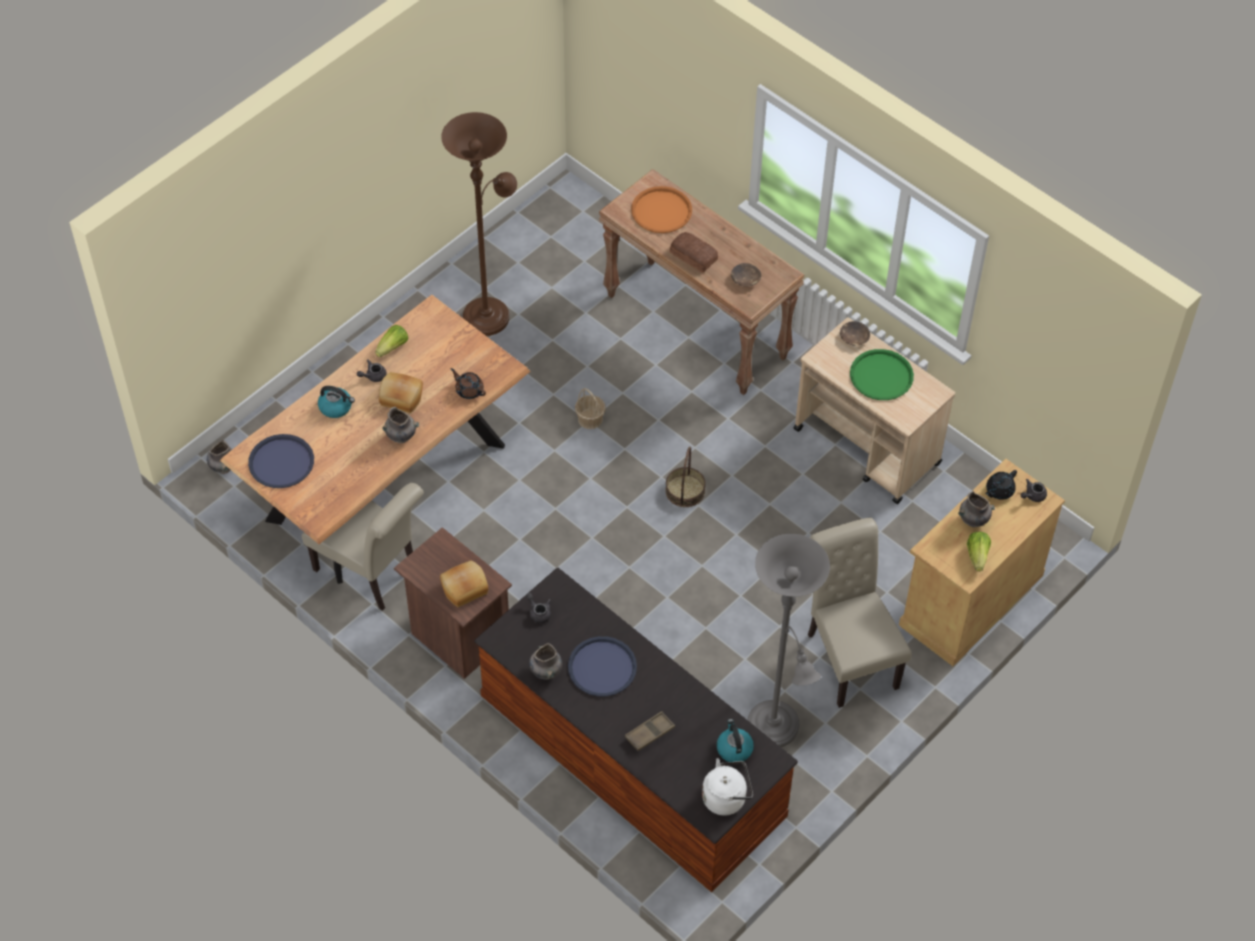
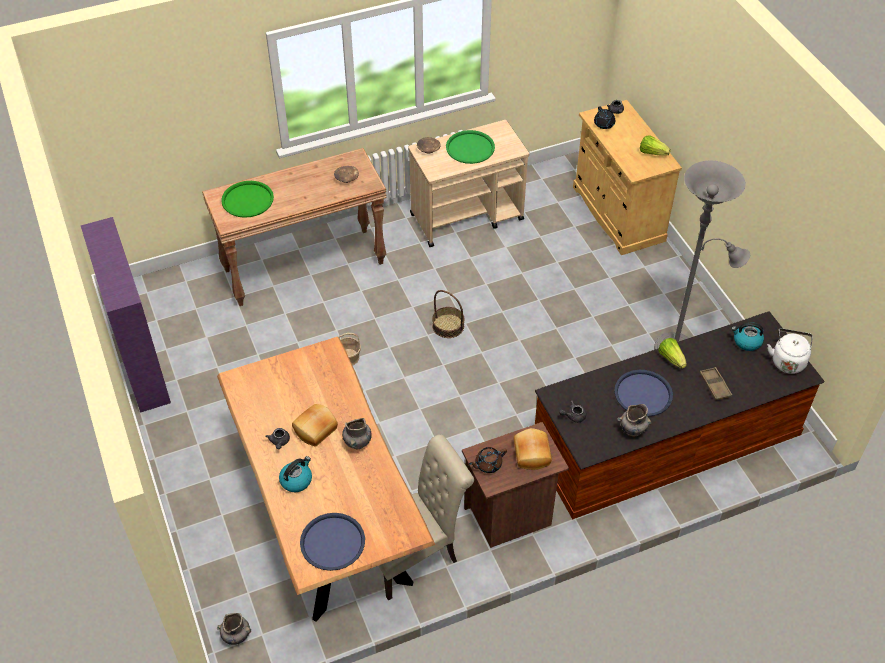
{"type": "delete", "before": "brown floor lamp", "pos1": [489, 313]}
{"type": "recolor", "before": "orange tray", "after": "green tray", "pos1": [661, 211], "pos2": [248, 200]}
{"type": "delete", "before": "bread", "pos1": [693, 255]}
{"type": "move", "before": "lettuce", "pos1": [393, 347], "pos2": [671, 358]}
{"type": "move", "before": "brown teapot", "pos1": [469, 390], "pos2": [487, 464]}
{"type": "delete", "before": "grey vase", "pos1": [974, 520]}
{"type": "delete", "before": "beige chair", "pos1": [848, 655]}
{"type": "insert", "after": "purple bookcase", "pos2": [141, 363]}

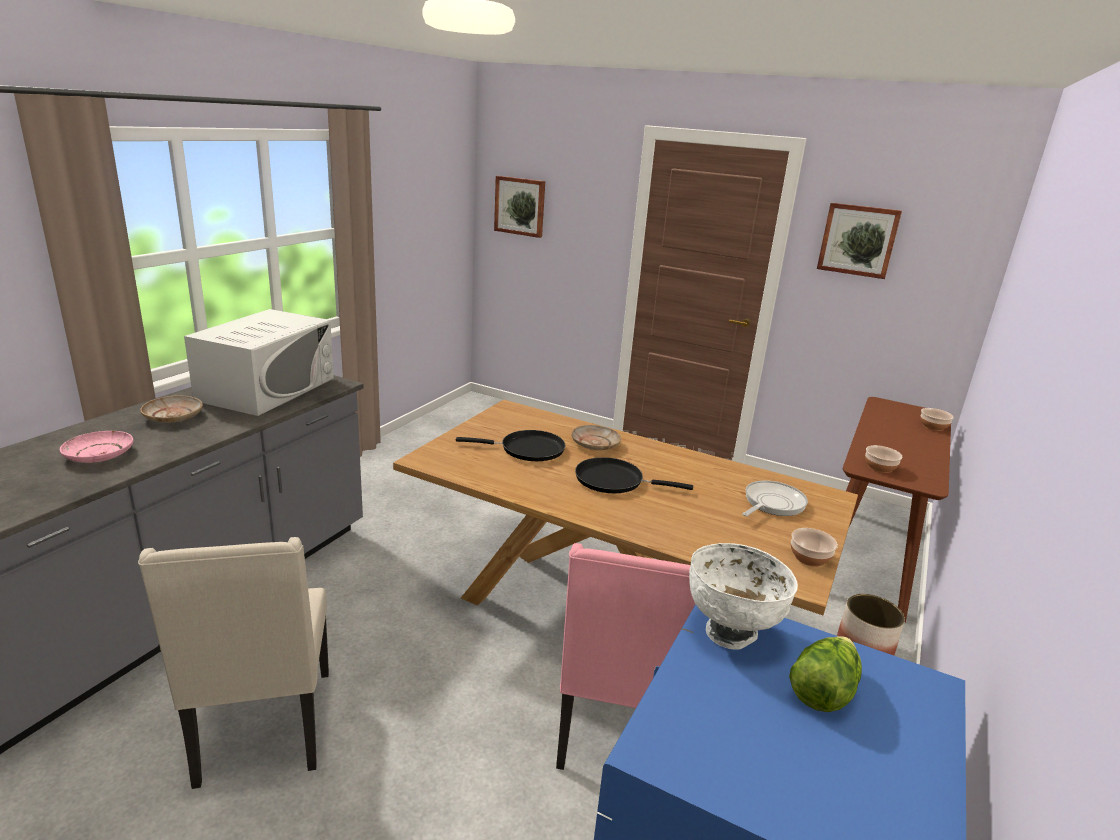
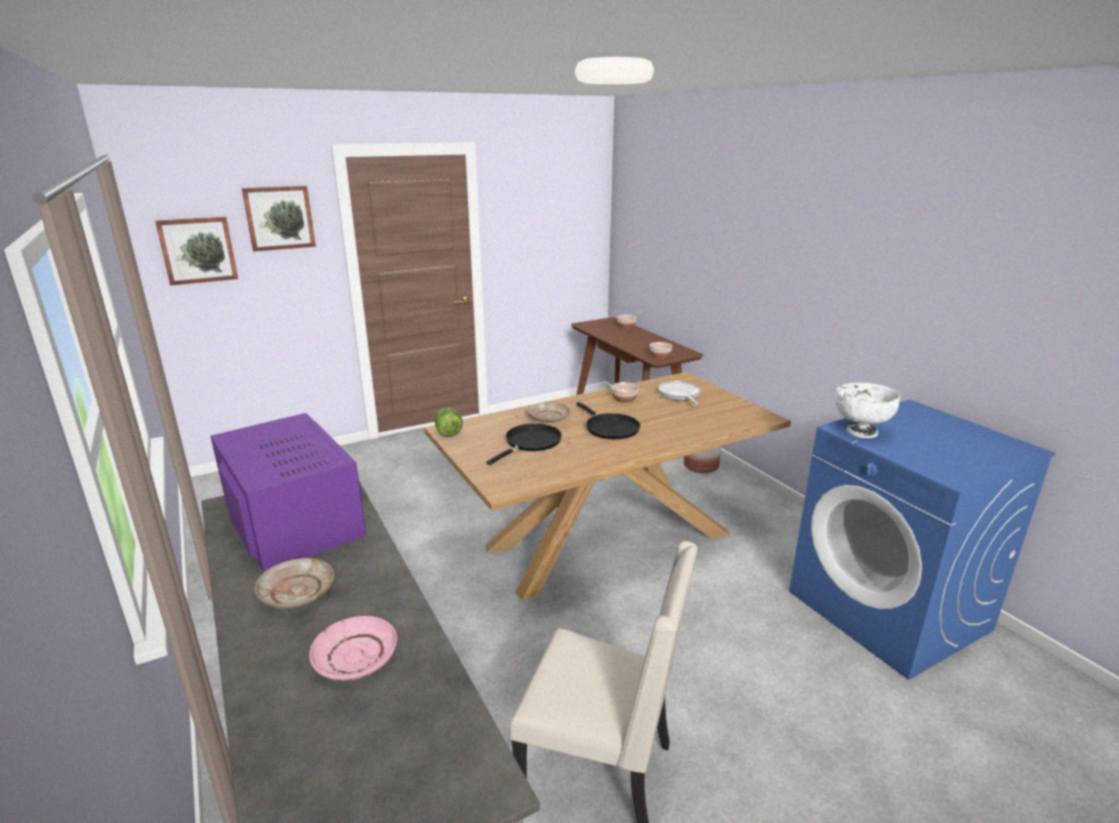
{"type": "move", "before": "picture", "pos1": [858, 240], "pos2": [279, 218]}
{"type": "recolor", "before": "white microwave", "after": "purple microwave", "pos1": [267, 389], "pos2": [293, 519]}
{"type": "rotate", "before": "black frying pan", "pos1": [614, 480], "pos2": [610, 428], "turn": -75}
{"type": "move", "before": "bowl", "pos1": [809, 557], "pos2": [624, 399]}
{"type": "delete", "before": "pink chair", "pos1": [617, 732]}
{"type": "move", "before": "lettuce", "pos1": [822, 689], "pos2": [447, 431]}

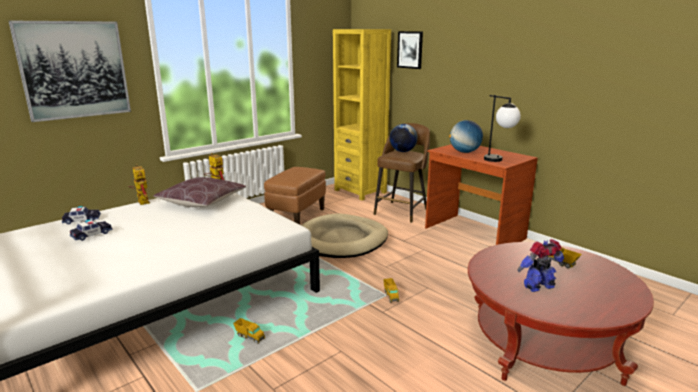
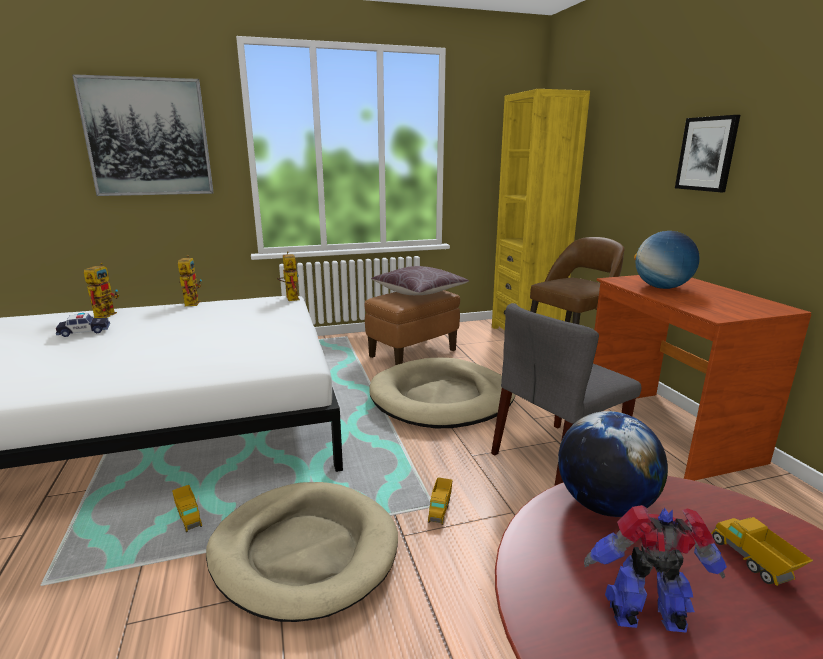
{"type": "move", "before": "picture", "pos1": [410, 50], "pos2": [707, 154]}
{"type": "delete", "before": "table lamp", "pos1": [498, 161]}
{"type": "move", "before": "globe", "pos1": [402, 151], "pos2": [604, 505]}
{"type": "move", "before": "brown pillow", "pos1": [202, 202], "pos2": [419, 292]}
{"type": "replace", "before": "toy car", "after": "toy robot", "pos1": [82, 220], "pos2": [106, 314]}
{"type": "insert", "after": "grey chair", "pos2": [556, 458]}
{"type": "insert", "after": "beige dog bed", "pos2": [304, 551]}

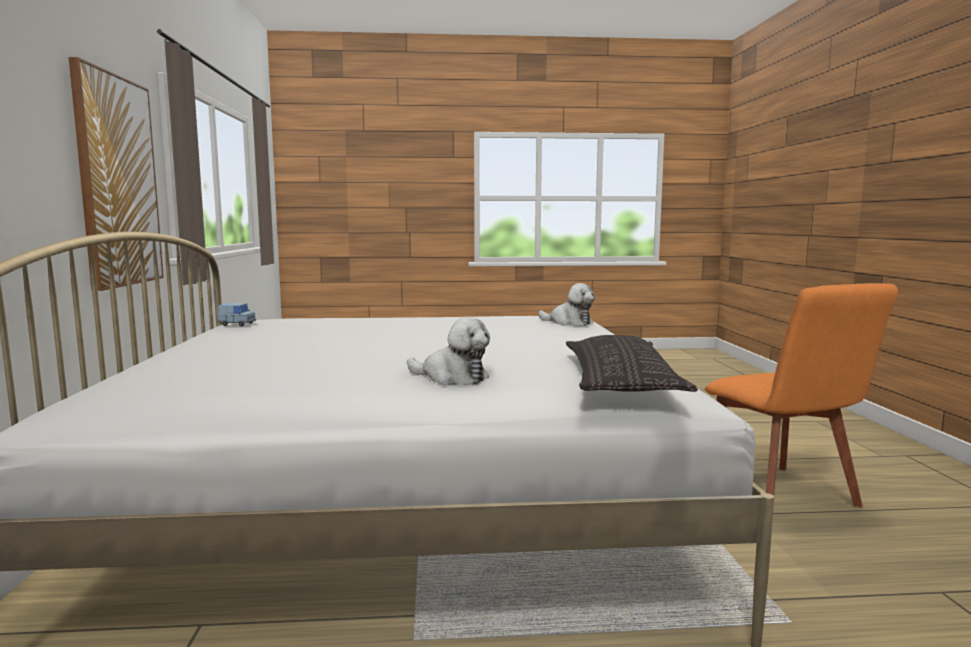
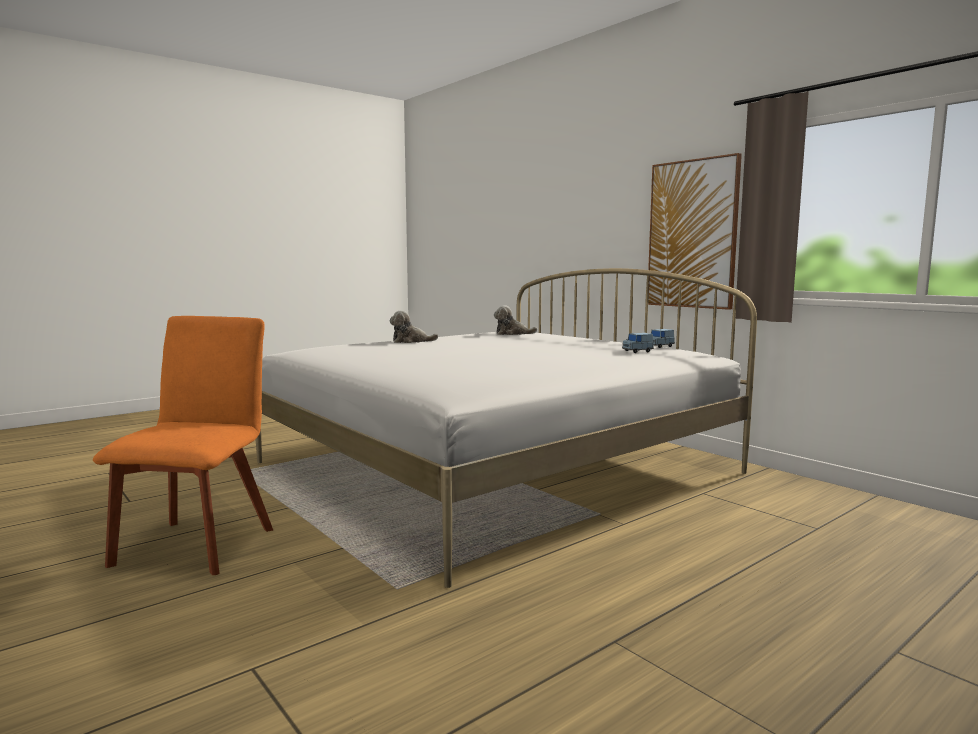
{"type": "move", "before": "plush toy", "pos1": [569, 323], "pos2": [512, 334]}
{"type": "rotate", "before": "orange chair", "pos1": [783, 496], "pos2": [198, 543], "turn": 60}
{"type": "delete", "before": "pillow", "pos1": [620, 380]}
{"type": "insert", "after": "blue toy car", "pos2": [637, 351]}

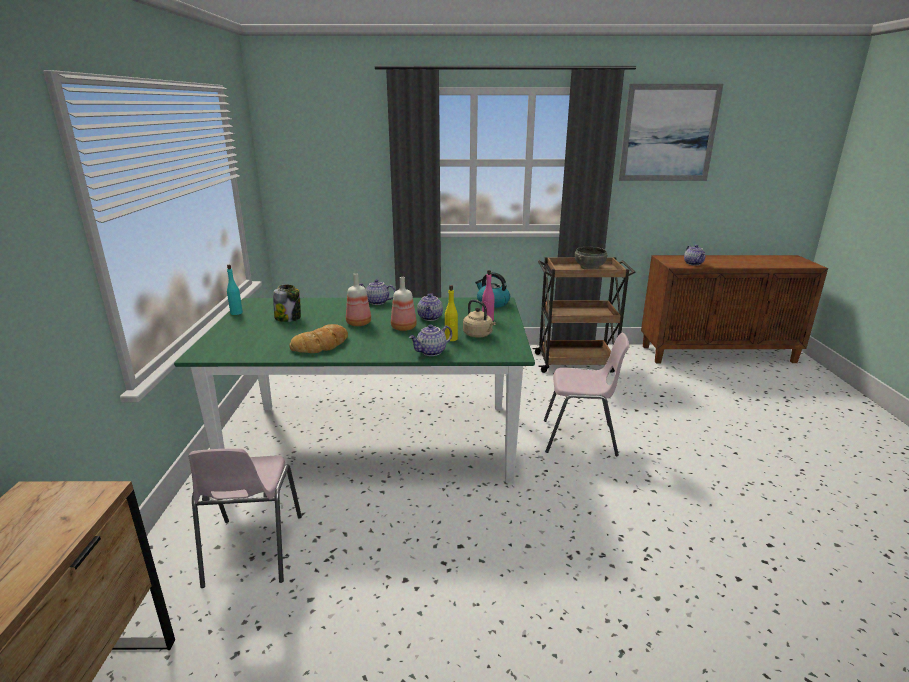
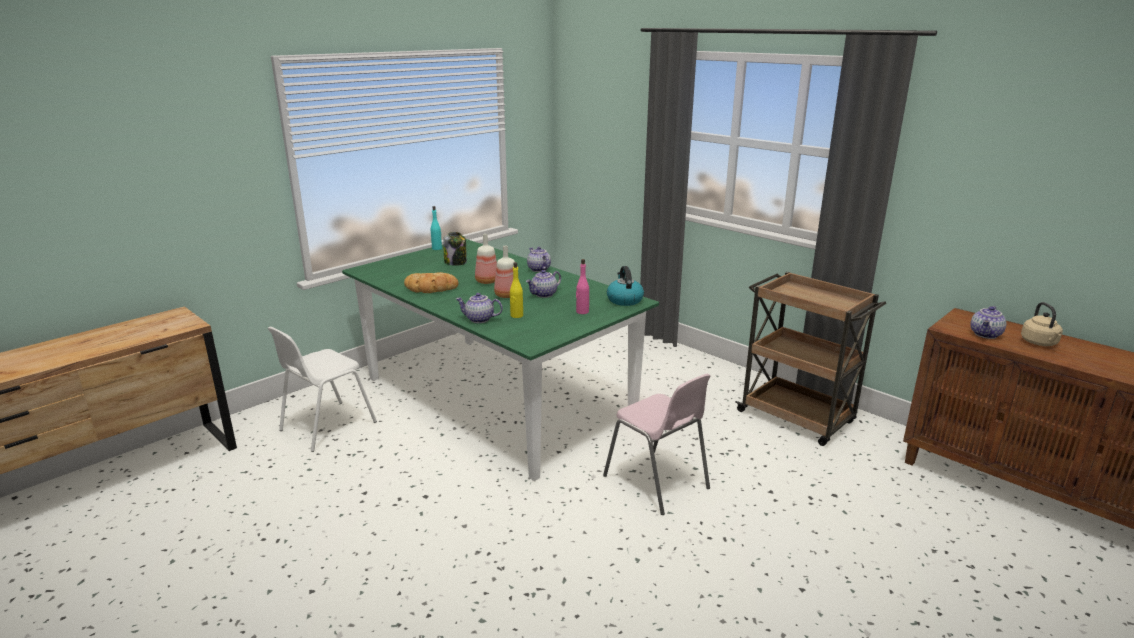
{"type": "delete", "before": "picture", "pos1": [668, 133]}
{"type": "delete", "before": "grey bowl", "pos1": [589, 267]}
{"type": "move", "before": "beige kettle", "pos1": [479, 335], "pos2": [1039, 343]}
{"type": "recolor", "before": "pink chair", "after": "white chair", "pos1": [252, 551], "pos2": [326, 426]}

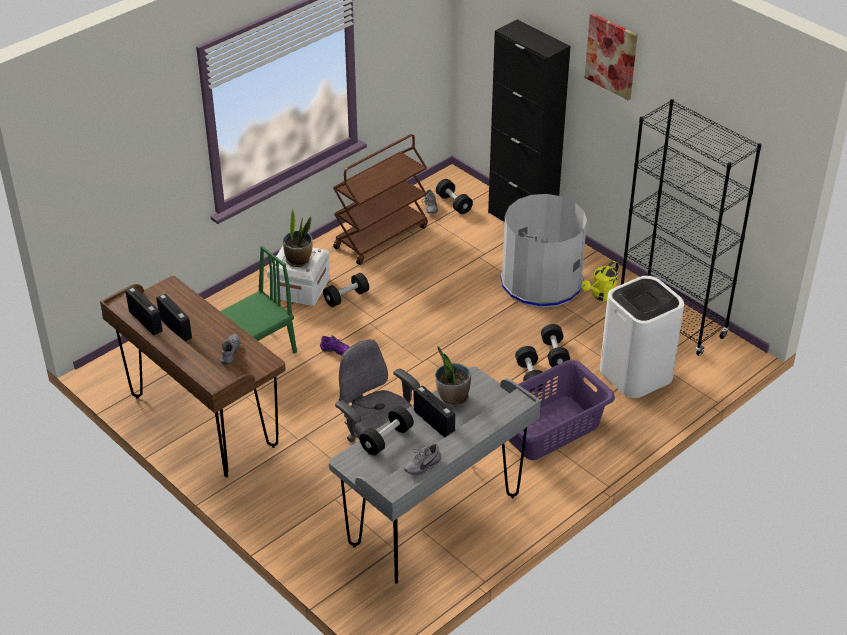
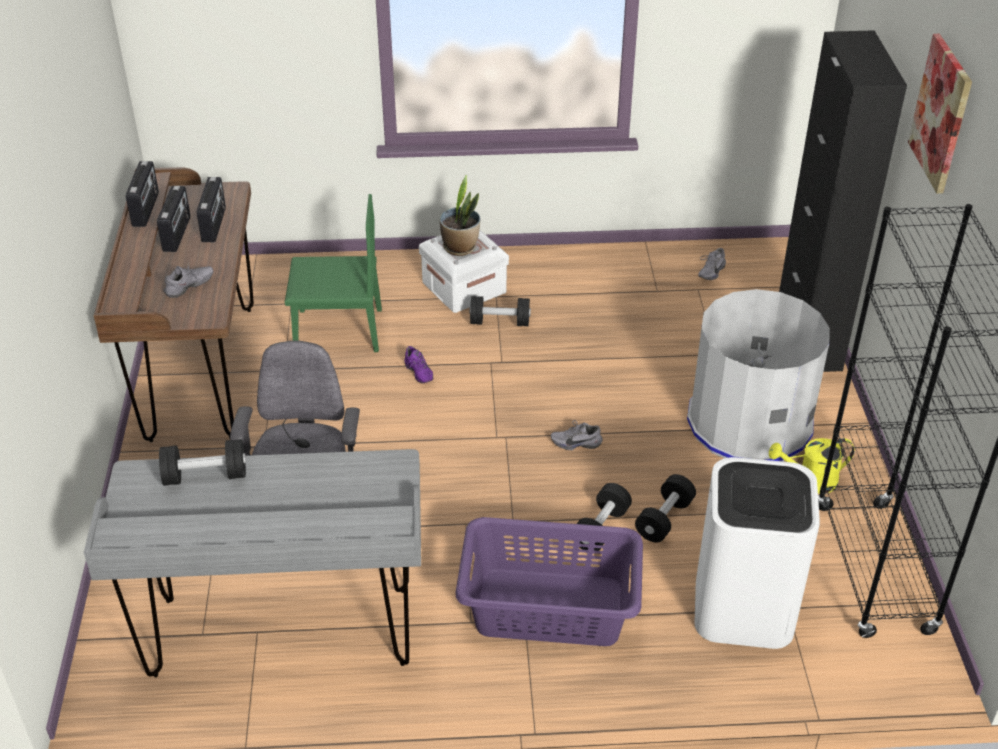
{"type": "delete", "before": "brown cart", "pos1": [381, 236]}
{"type": "delete", "before": "black dumbbell", "pos1": [454, 204]}
{"type": "delete", "before": "potted plant", "pos1": [452, 397]}
{"type": "move", "before": "radio", "pos1": [434, 422], "pos2": [215, 225]}
{"type": "move", "before": "grey shoe", "pos1": [421, 465], "pos2": [576, 442]}

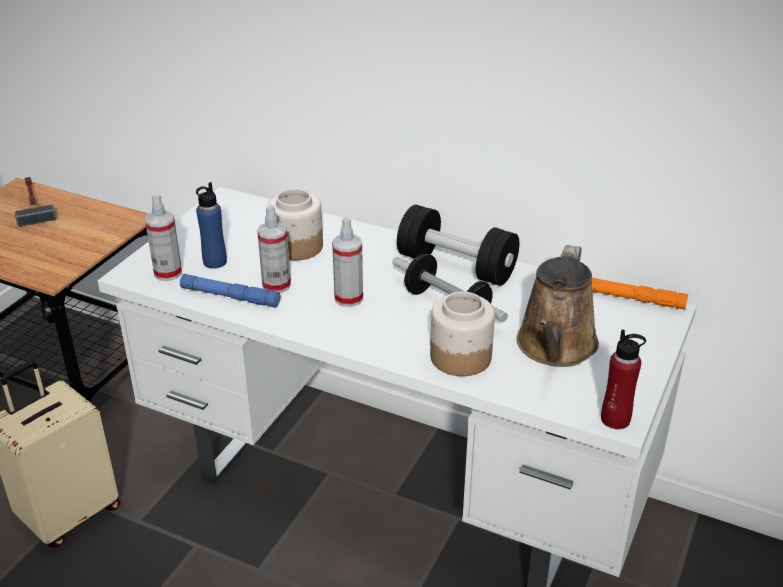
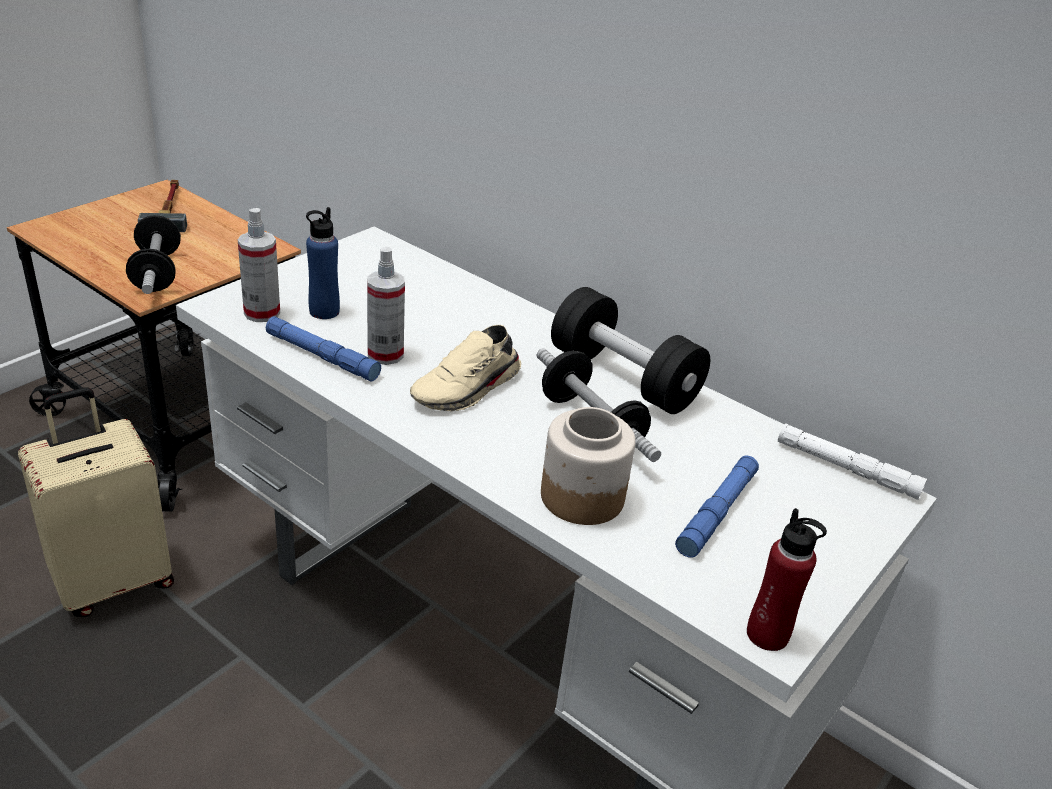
{"type": "delete", "before": "jar", "pos1": [296, 247]}
{"type": "replace", "before": "spray bottle", "after": "beige shoe", "pos1": [348, 298], "pos2": [468, 389]}
{"type": "replace", "before": "brown watering can", "after": "blue flashlight", "pos1": [555, 347], "pos2": [717, 512]}
{"type": "recolor", "before": "orange flashlight", "after": "white flashlight", "pos1": [632, 298], "pos2": [847, 469]}
{"type": "insert", "after": "dumbbell", "pos2": [157, 273]}

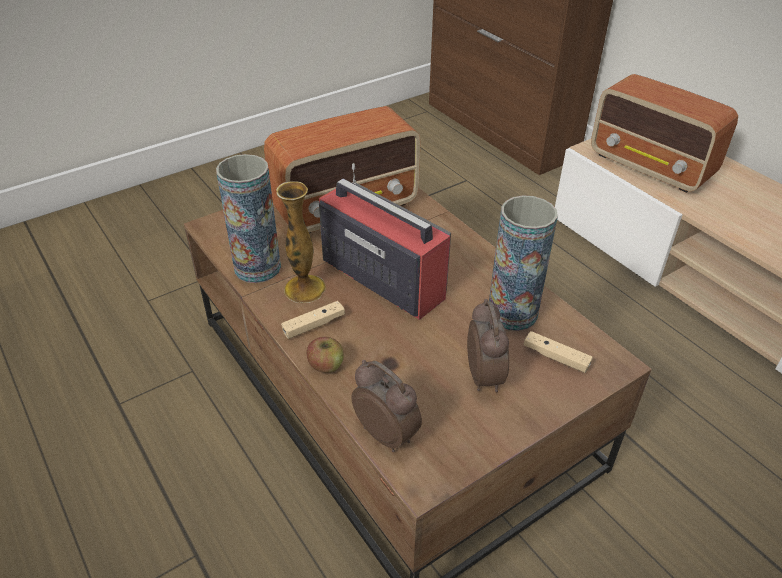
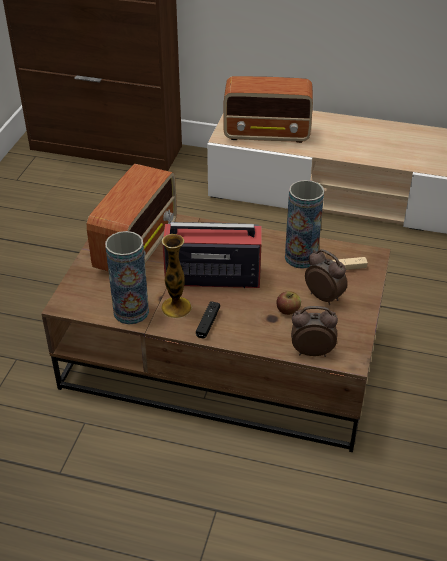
{"type": "recolor", "before": "beige game controller", "after": "black game controller", "pos1": [314, 325], "pos2": [208, 323]}
{"type": "move", "before": "apple", "pos1": [326, 365], "pos2": [288, 310]}

